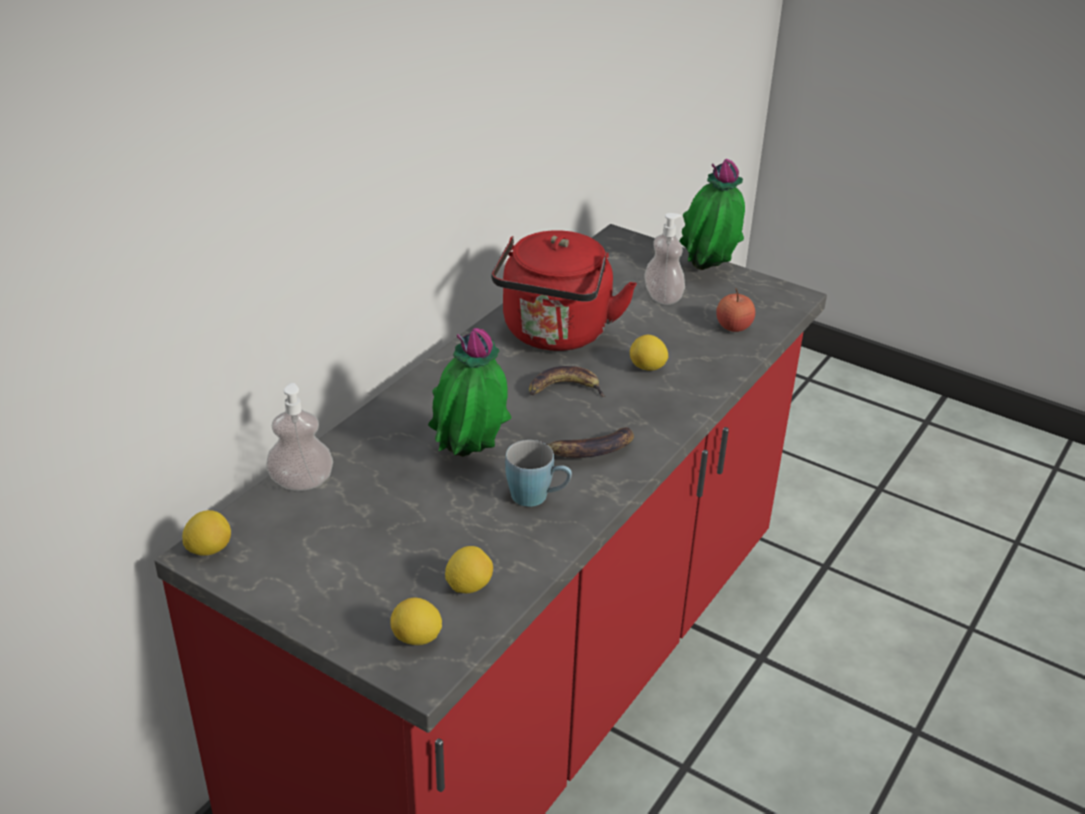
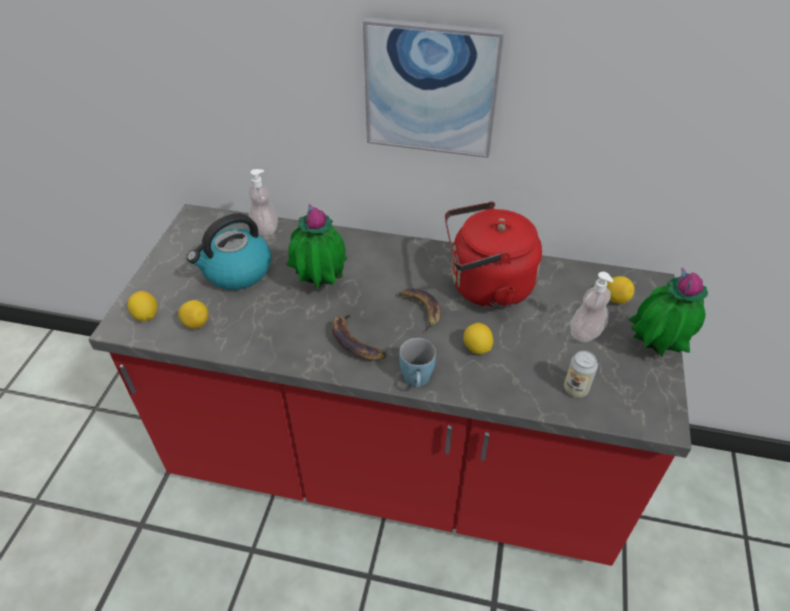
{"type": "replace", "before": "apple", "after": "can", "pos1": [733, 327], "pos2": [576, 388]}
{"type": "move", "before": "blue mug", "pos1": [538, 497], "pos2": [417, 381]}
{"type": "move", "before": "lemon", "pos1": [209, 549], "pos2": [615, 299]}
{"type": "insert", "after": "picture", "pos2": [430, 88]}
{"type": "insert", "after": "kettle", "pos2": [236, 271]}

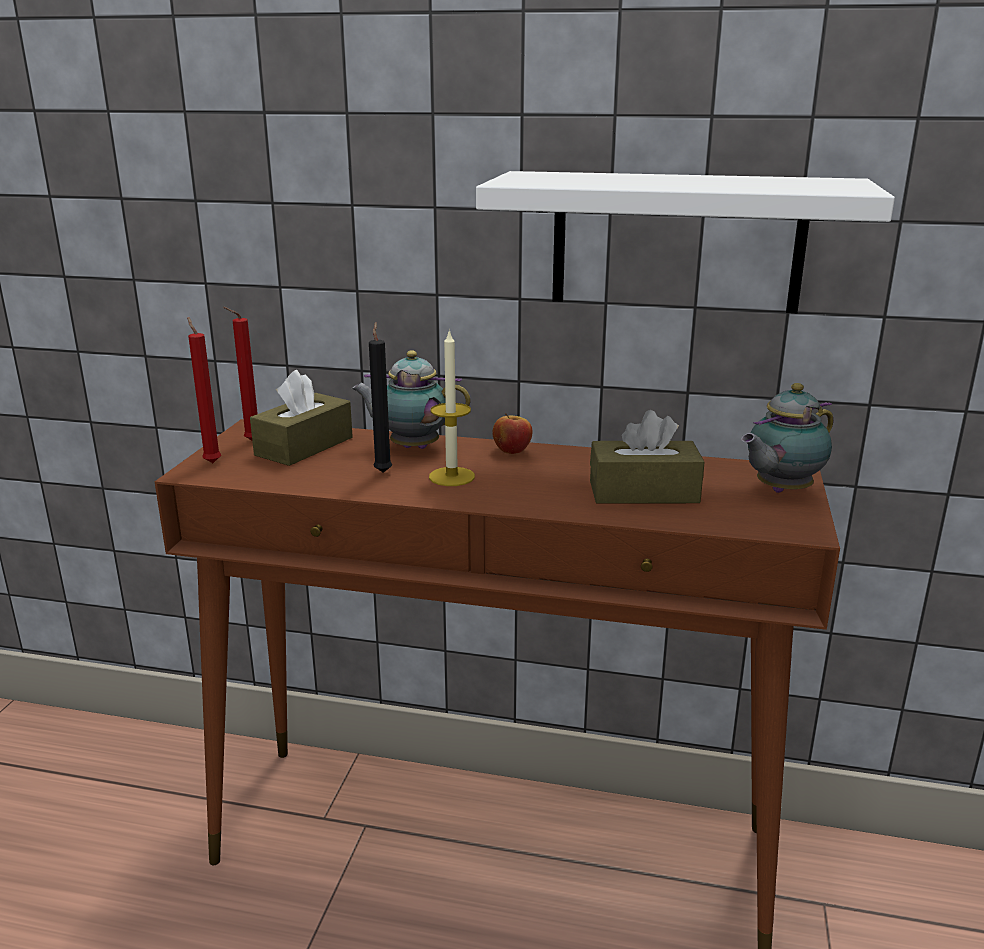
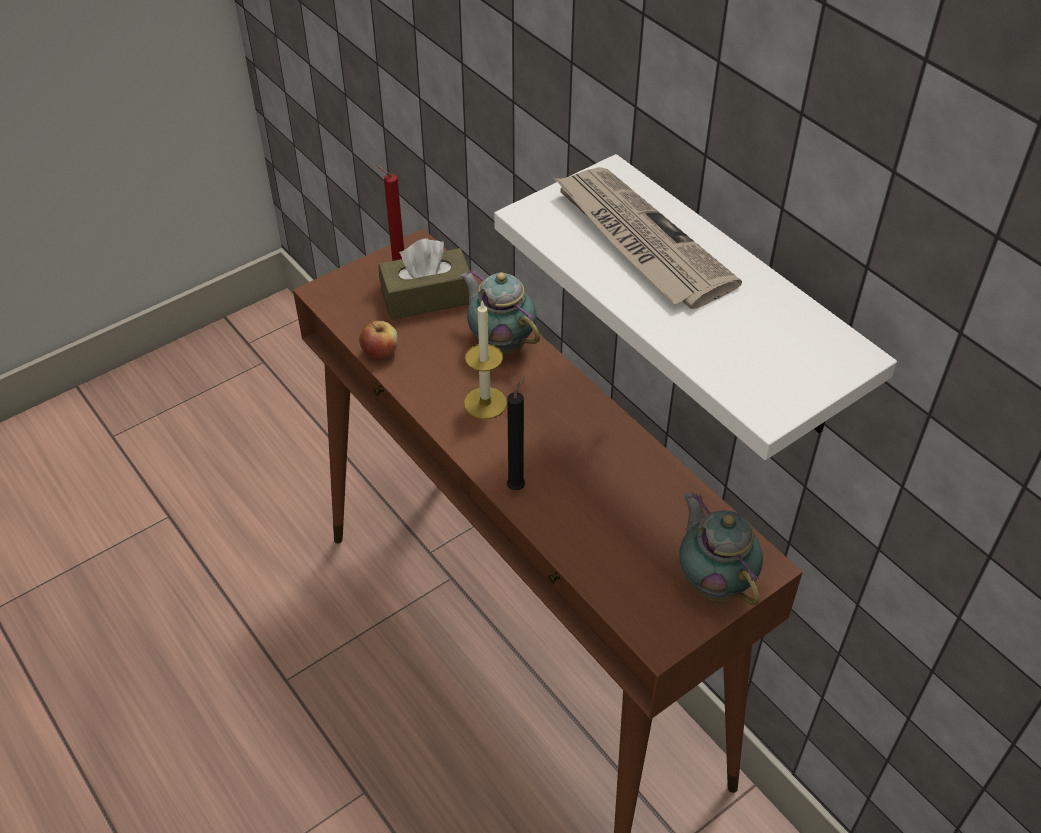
{"type": "delete", "before": "red candle", "pos1": [211, 462]}
{"type": "move", "before": "black candle", "pos1": [383, 471], "pos2": [517, 486]}
{"type": "rotate", "before": "teapot", "pos1": [779, 490], "pos2": [713, 581], "turn": 60}
{"type": "delete", "before": "brown tissue box", "pos1": [643, 492]}
{"type": "move", "before": "apple", "pos1": [512, 450], "pos2": [380, 352]}
{"type": "insert", "after": "newspaper", "pos2": [639, 241]}

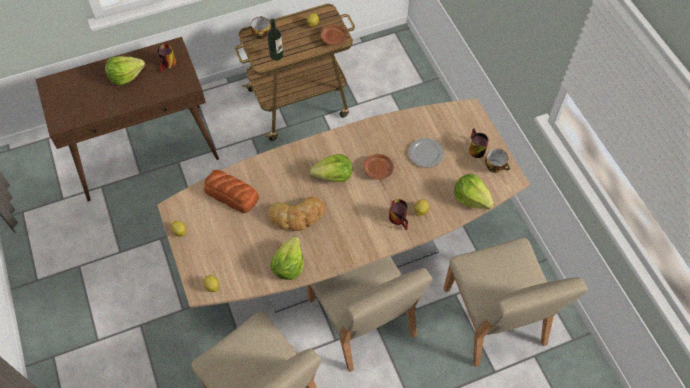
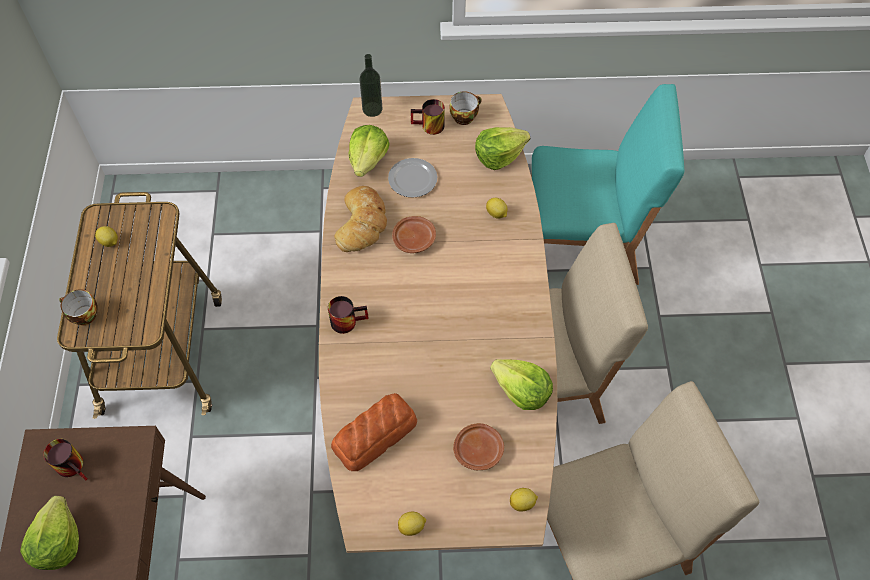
{"type": "move", "before": "bottle", "pos1": [276, 55], "pos2": [372, 109]}
{"type": "move", "before": "brown plate", "pos1": [334, 38], "pos2": [479, 450]}
{"type": "move", "before": "lettuce", "pos1": [333, 176], "pos2": [368, 160]}
{"type": "move", "before": "bread", "pos1": [297, 216], "pos2": [362, 222]}
{"type": "move", "before": "mug", "pos1": [400, 219], "pos2": [347, 319]}
{"type": "recolor", "before": "beige chair", "after": "turquoise chair", "pos1": [494, 317], "pos2": [584, 242]}

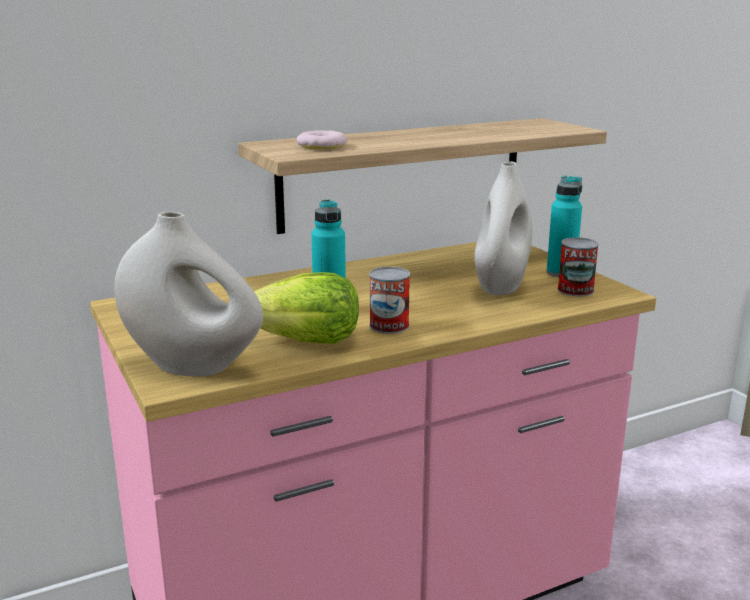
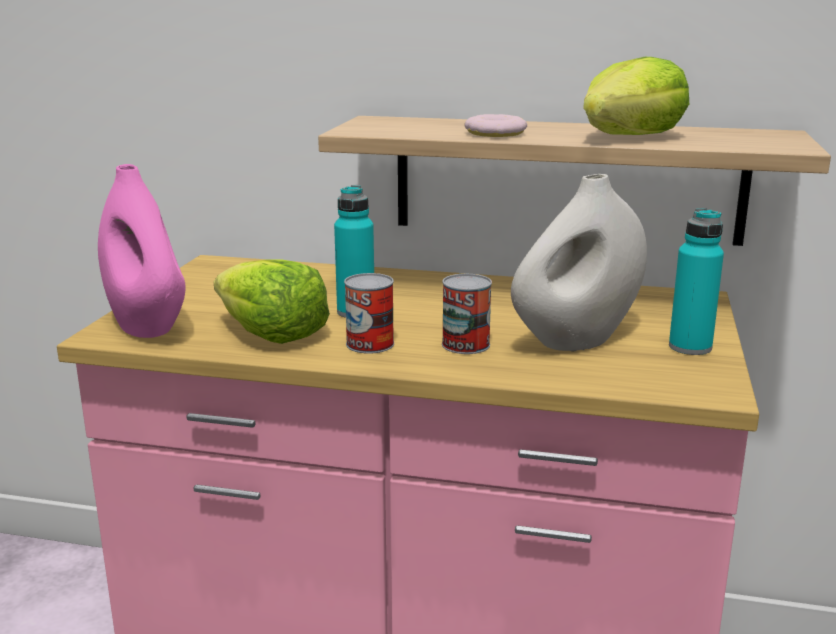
{"type": "move", "before": "donut", "pos1": [321, 146], "pos2": [495, 133]}
{"type": "recolor", "before": "white vase", "after": "pink vase", "pos1": [193, 366], "pos2": [147, 326]}
{"type": "move", "before": "can", "pos1": [575, 290], "pos2": [465, 344]}
{"type": "insert", "after": "lettuce", "pos2": [631, 137]}

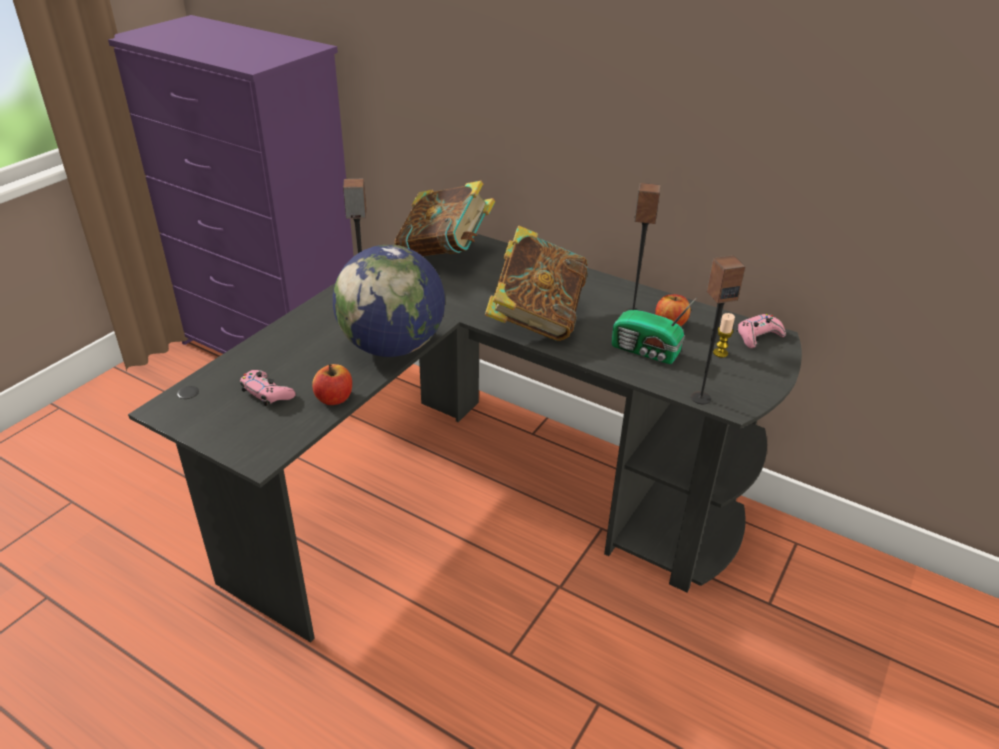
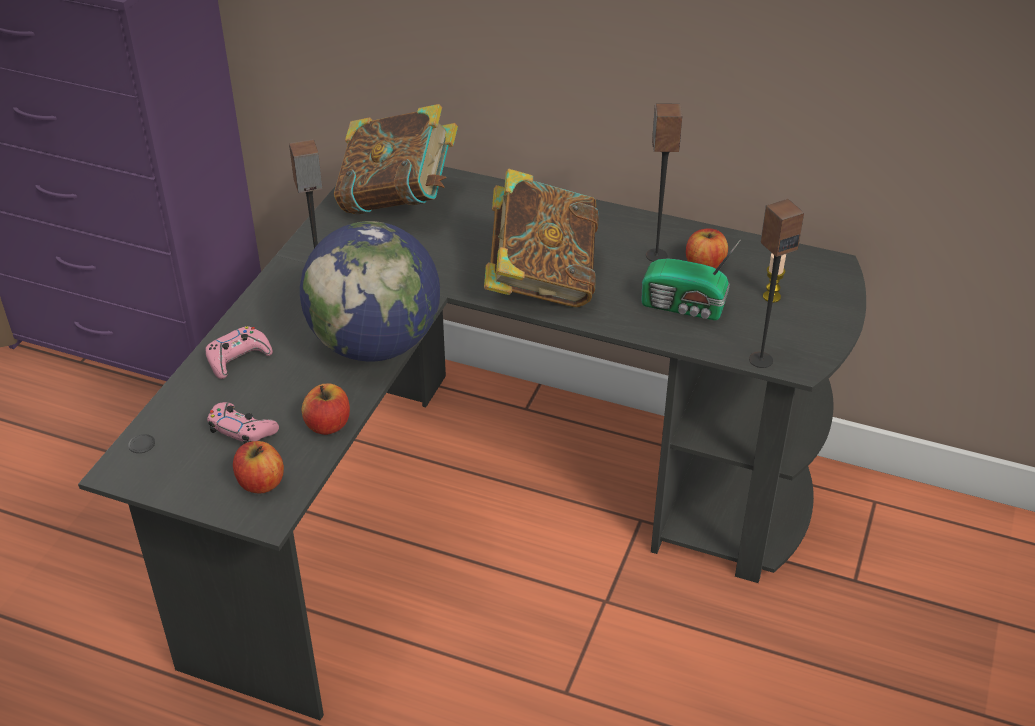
{"type": "move", "before": "pink game controller", "pos1": [758, 336], "pos2": [238, 358]}
{"type": "insert", "after": "apple", "pos2": [260, 483]}

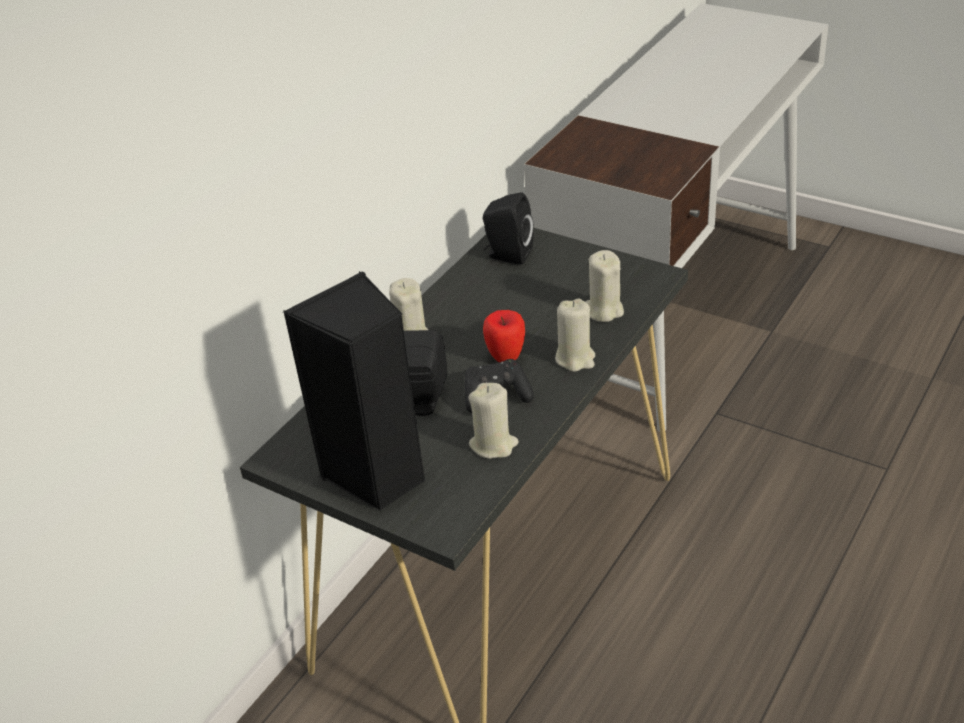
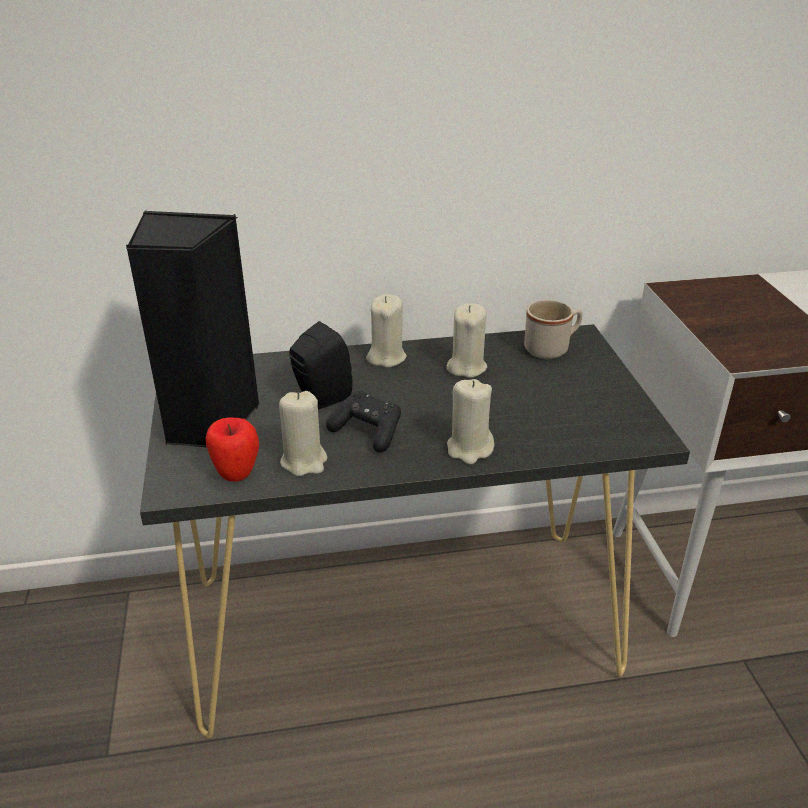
{"type": "replace", "before": "black speaker", "after": "beige mug", "pos1": [507, 255], "pos2": [552, 348]}
{"type": "move", "before": "beige candle", "pos1": [603, 310], "pos2": [466, 367]}
{"type": "move", "before": "apple", "pos1": [506, 357], "pos2": [236, 474]}

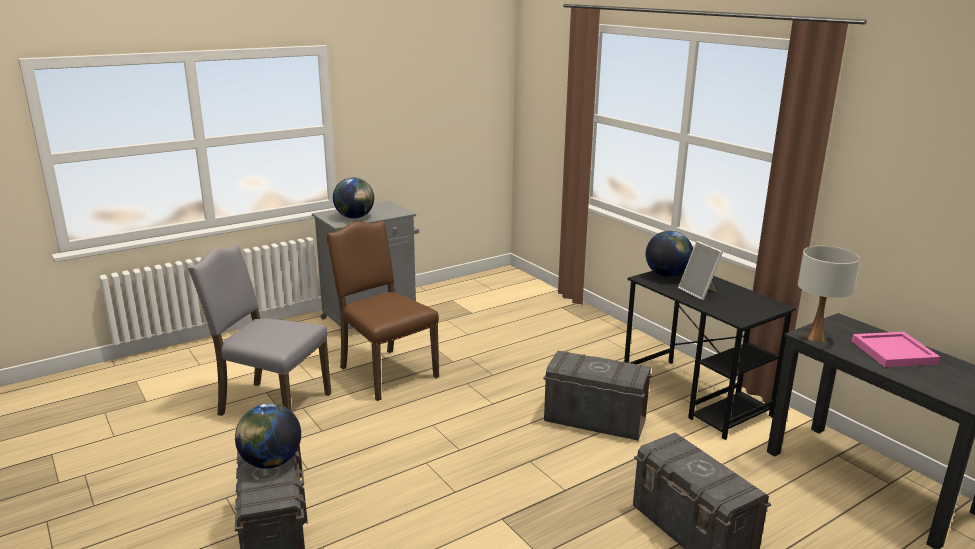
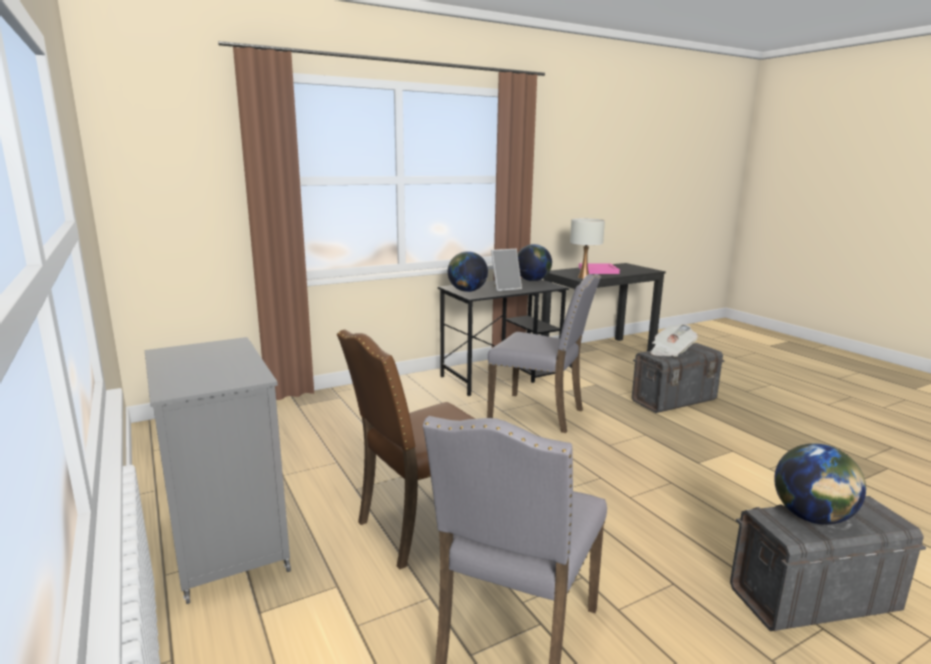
{"type": "move", "before": "globe", "pos1": [355, 217], "pos2": [532, 280]}
{"type": "replace", "before": "grey storage box", "after": "grey chair", "pos1": [594, 420], "pos2": [539, 414]}
{"type": "insert", "after": "newspaper", "pos2": [670, 352]}

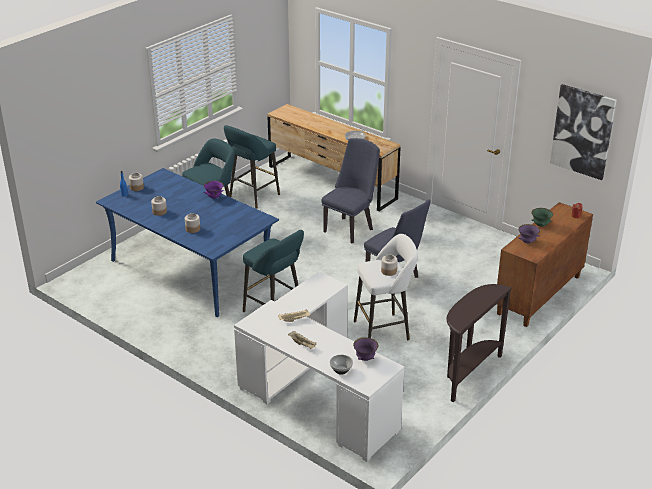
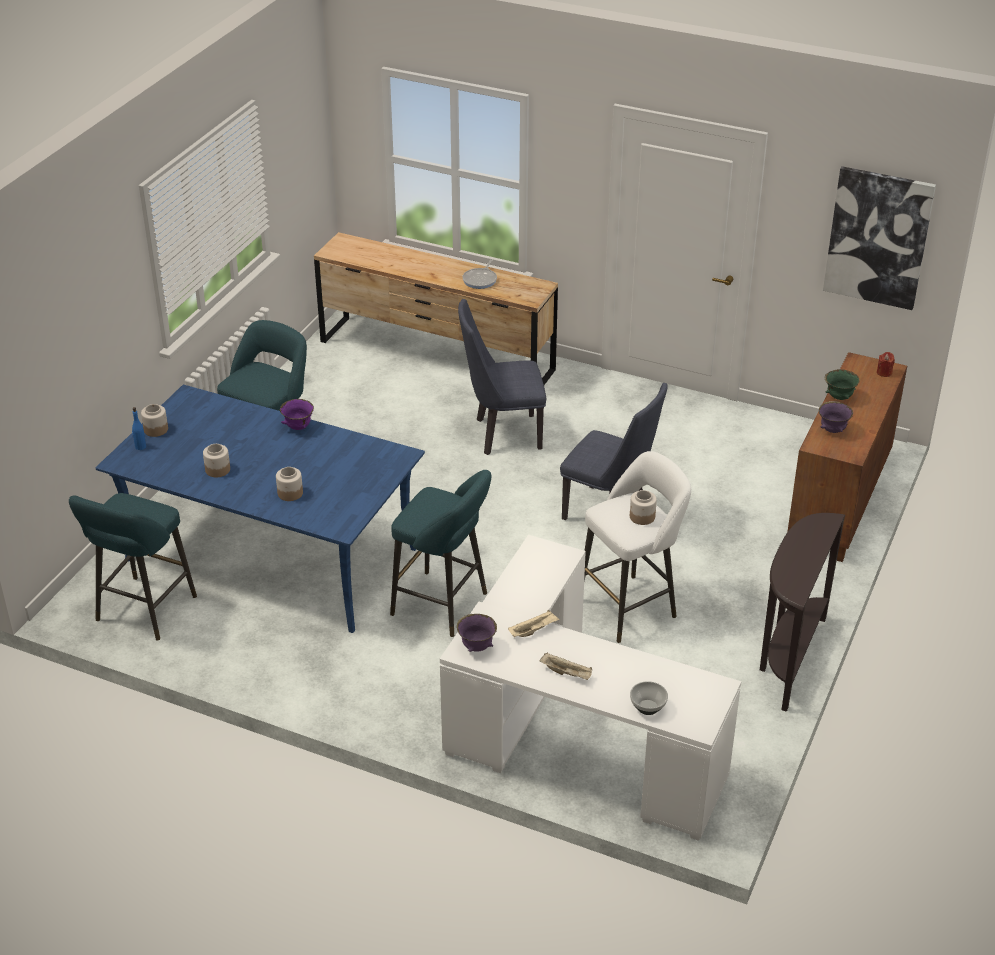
{"type": "move", "before": "turquoise stool", "pos1": [252, 197], "pos2": [143, 612]}
{"type": "rotate", "before": "blue chair", "pos1": [350, 228], "pos2": [502, 435], "turn": -120}
{"type": "move", "before": "purple bowl", "pos1": [365, 358], "pos2": [477, 647]}

